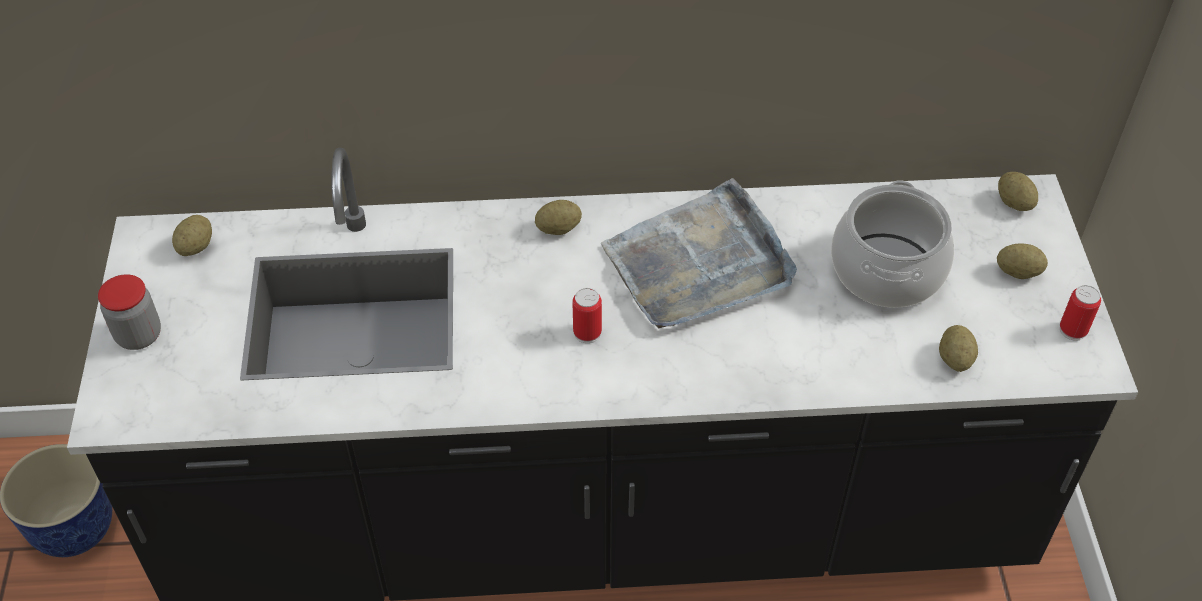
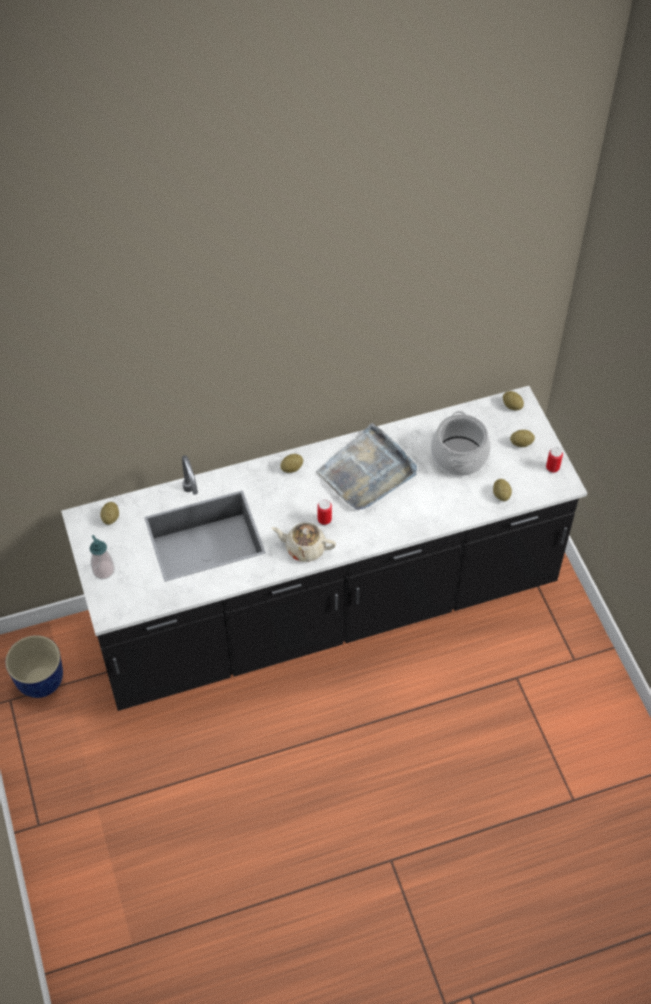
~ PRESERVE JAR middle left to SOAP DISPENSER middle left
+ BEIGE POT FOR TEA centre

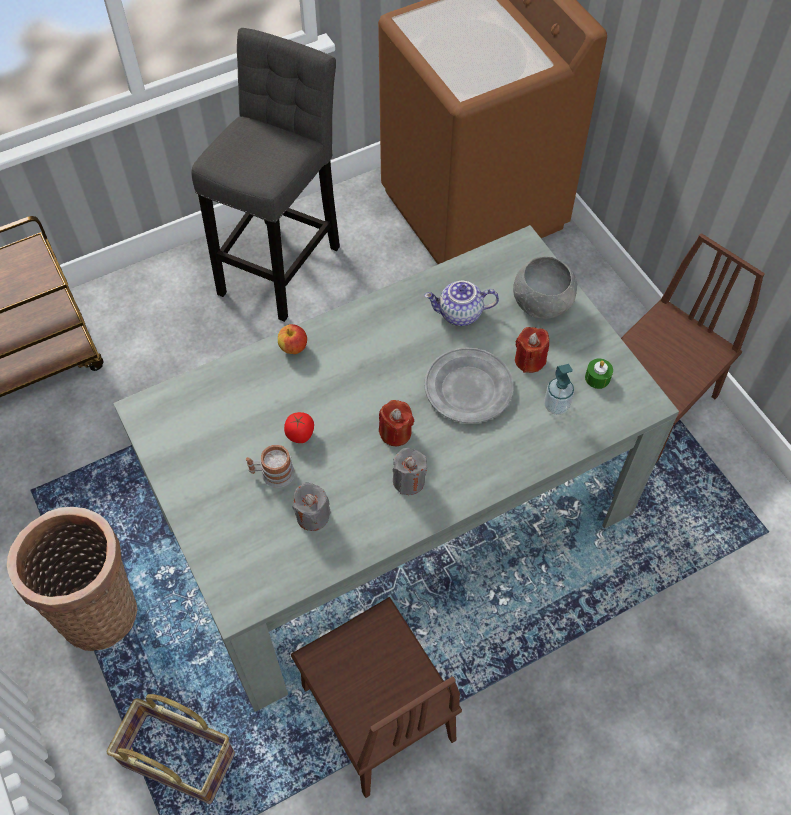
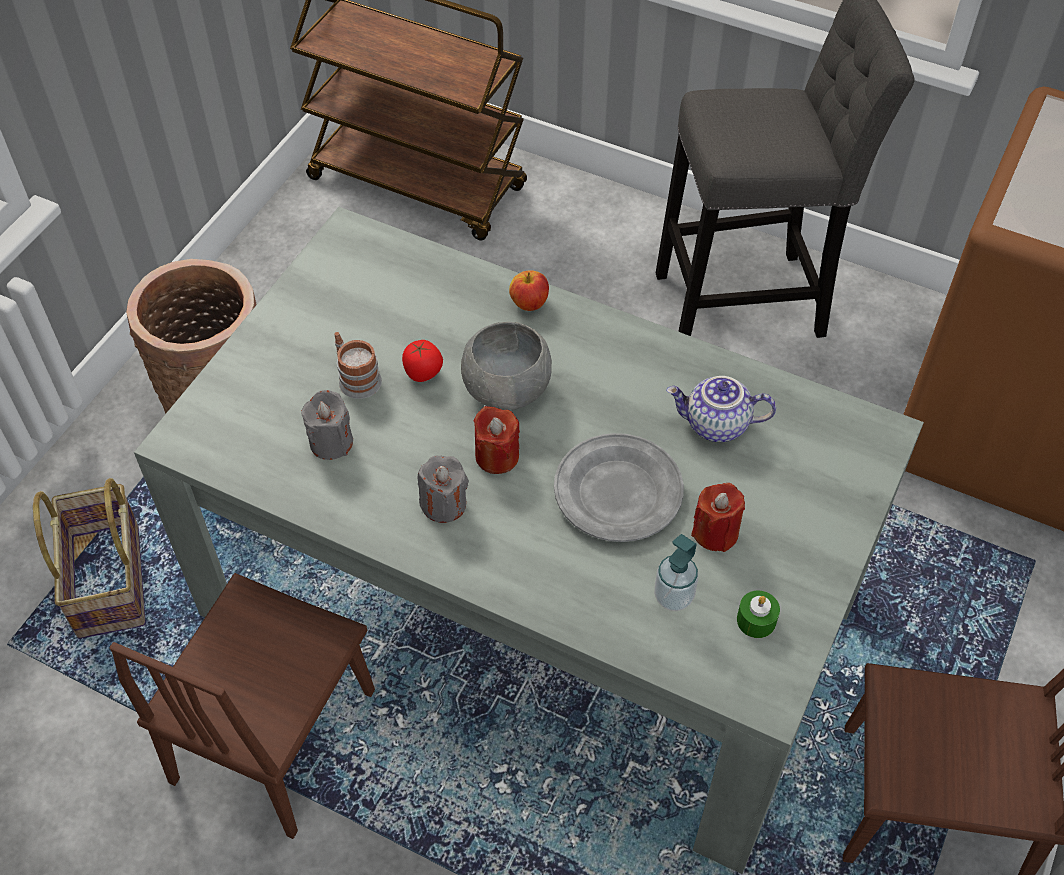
~ GREYISH DEEP DISH middle right to centre
~ POT FOR TEA centre = middle right 45 degrees counterclockwise

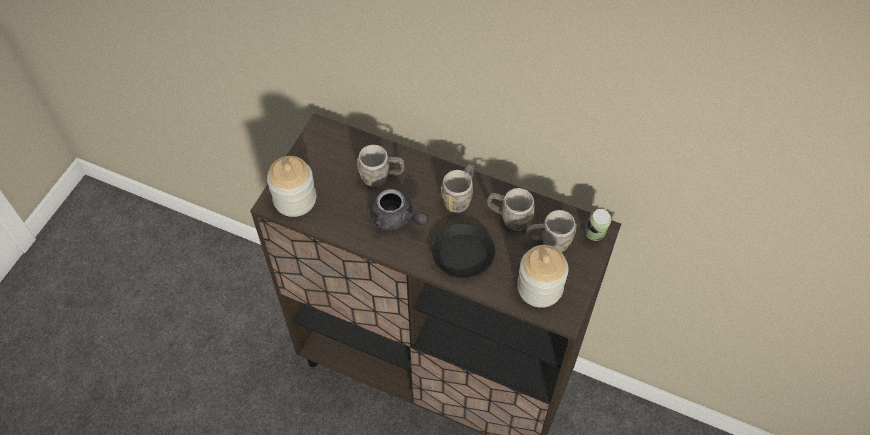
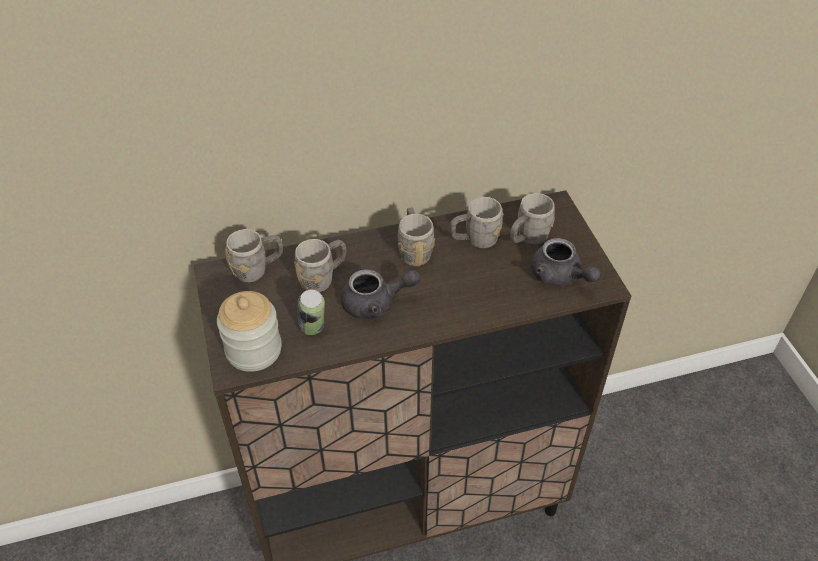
+ GREYISH COFFEE MUG (no. 1 from left) middle left
~ METAL CAN middle right to centre
~ PRESERVE JAR (no. 2 from left) centre to GREYISH POT FOR TEA (no. 2 from left) middle right
- BLACK-COLOURED DINNER PLATE centre

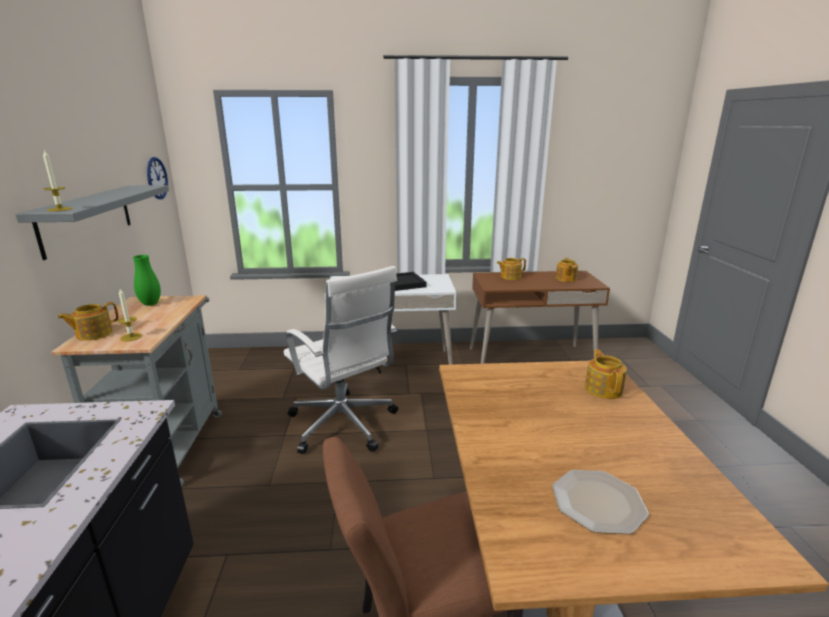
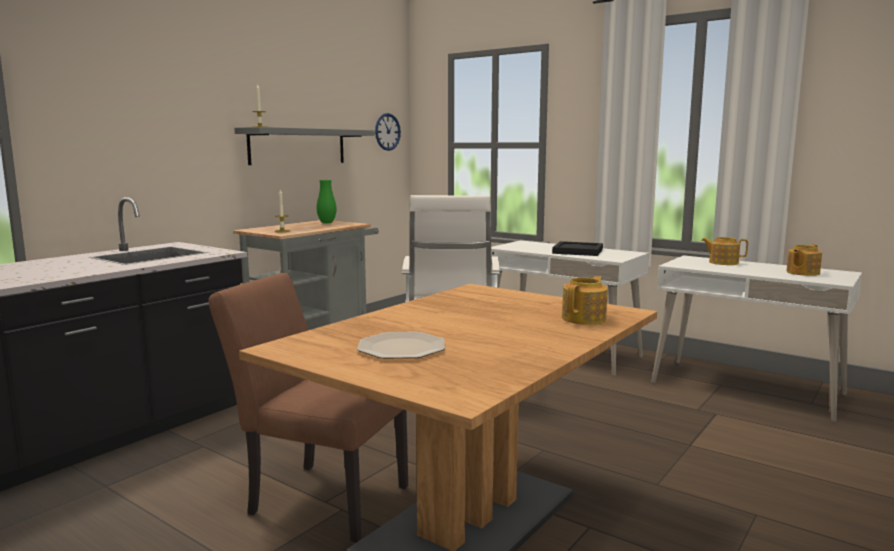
~ BROWN-COLOURED DESK TABLE centre to WHITE-COLOURED DESK TABLE (no. 2 from left) middle right
- POT FOR TEA (no. 1 from left) middle left

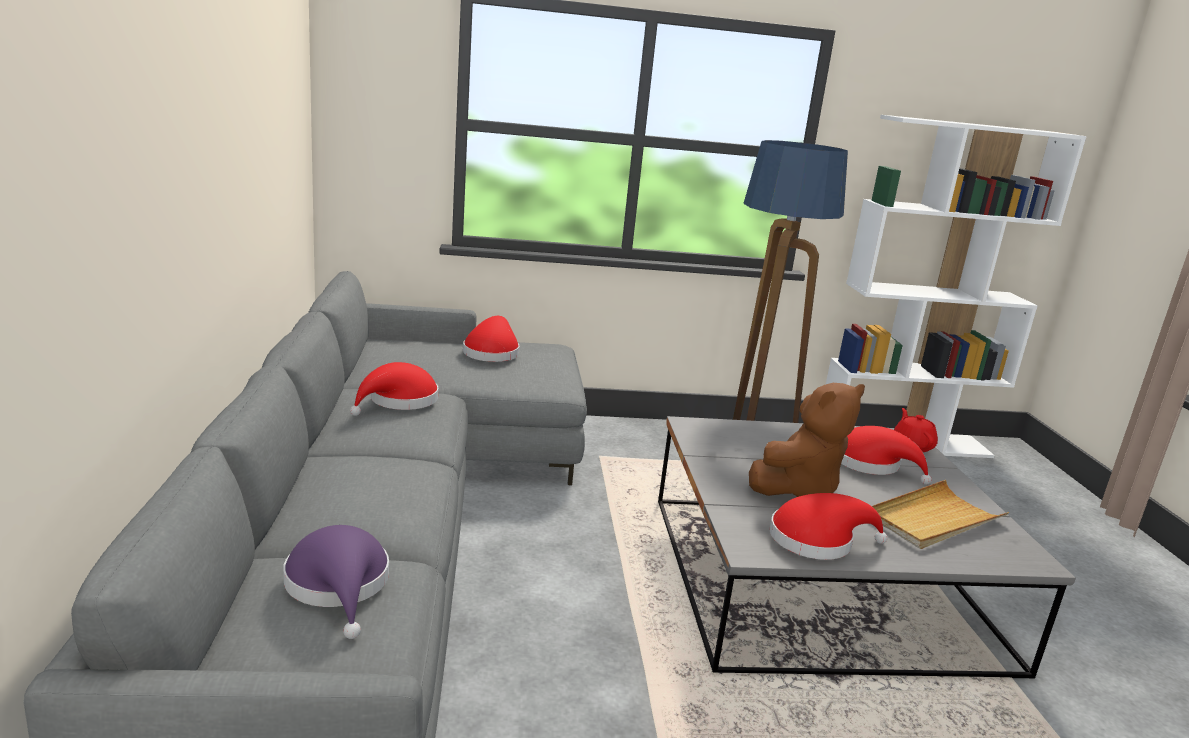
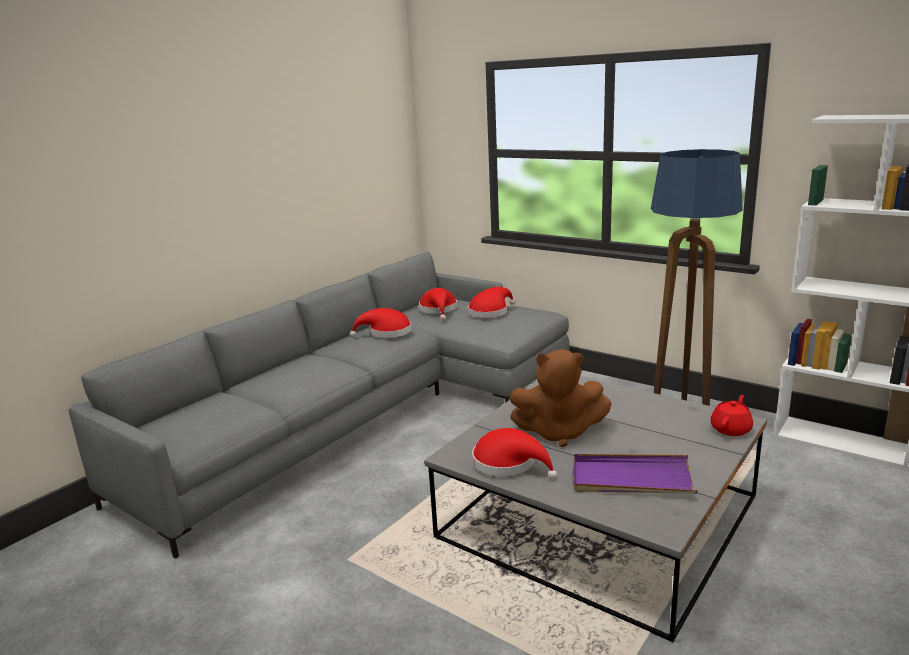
~ RED WEARABLE HAT (no. 4 from left in the first image) middle right to RED WEARABLE HAT (no. 2 from left) centre
~ BEIGE TRAY bottom right to PURPLISH TRAY bottom right
- PURPLISH WEARABLE HAT bottom left

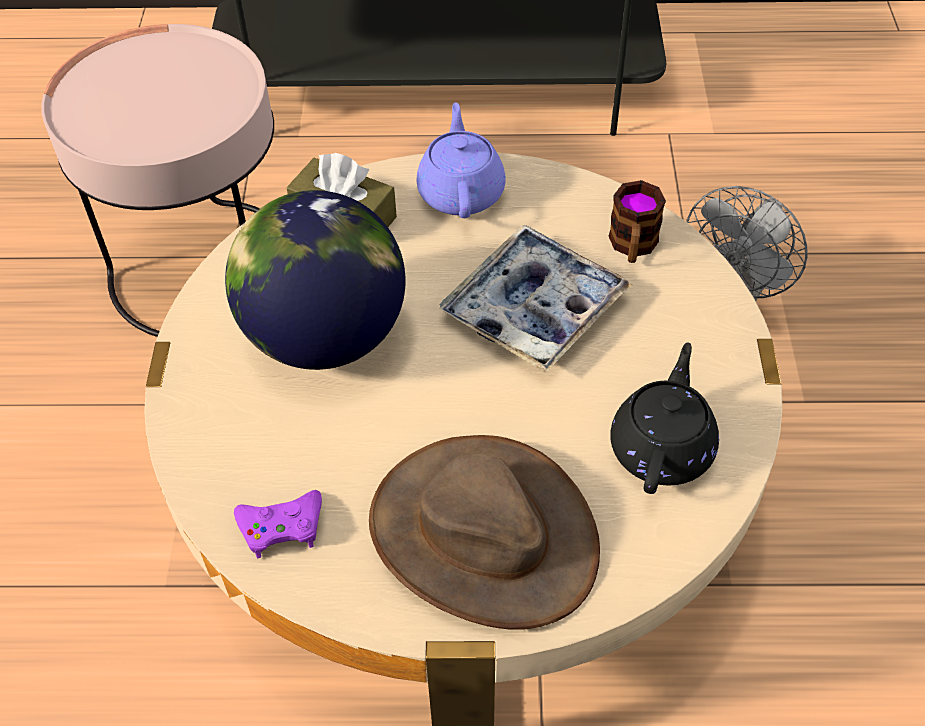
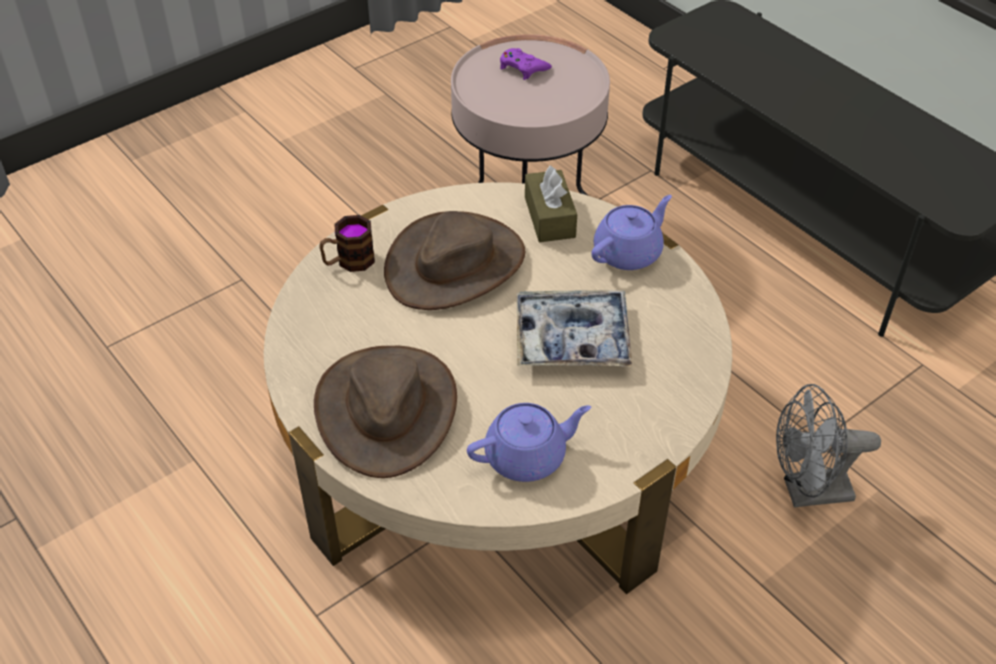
~ COFFEE MUG top right to centre
~ WORLD GLOBE centre to BROWN-COLOURED WEARABLE HAT (no. 2 from left) centre
~ BLACK-COLOURED POT FOR TEA middle right to PURPLISH POT FOR TEA (no. 1 from left) centre
~ PURPLISH JOYPAD bottom left to top centre

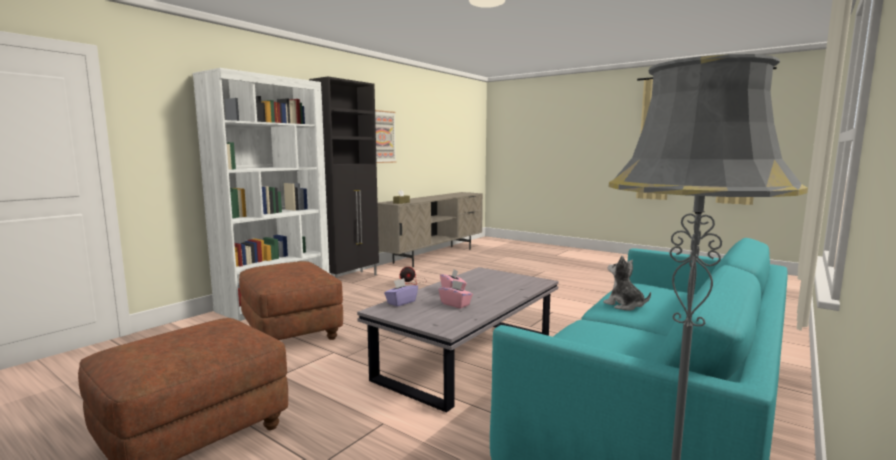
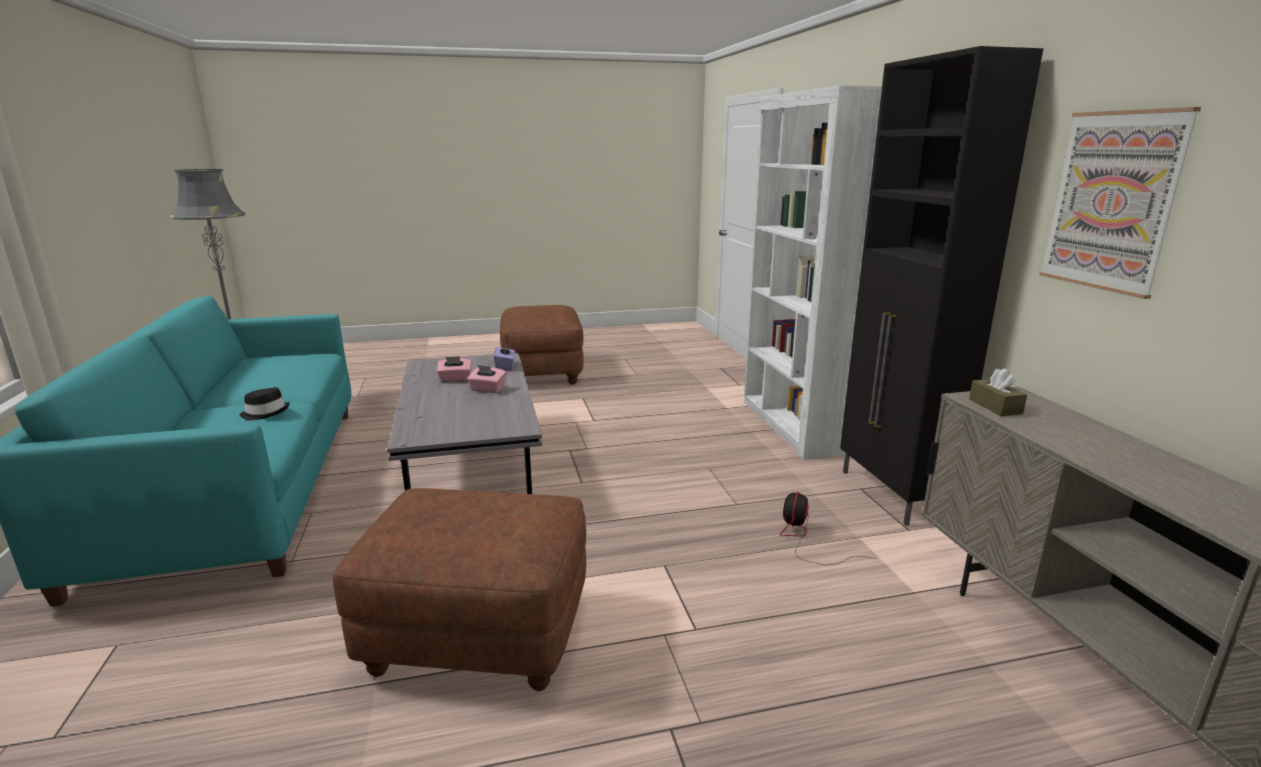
~ SOFT TOY middle right to BLACK-COLOURED WEARABLE HAT middle left
~ BROWN-COLOURED OTTOMAN (no. 2 from left in the first image) middle left to BROWN-COLOURED OTTOMAN (no. 1 from left) bottom centre

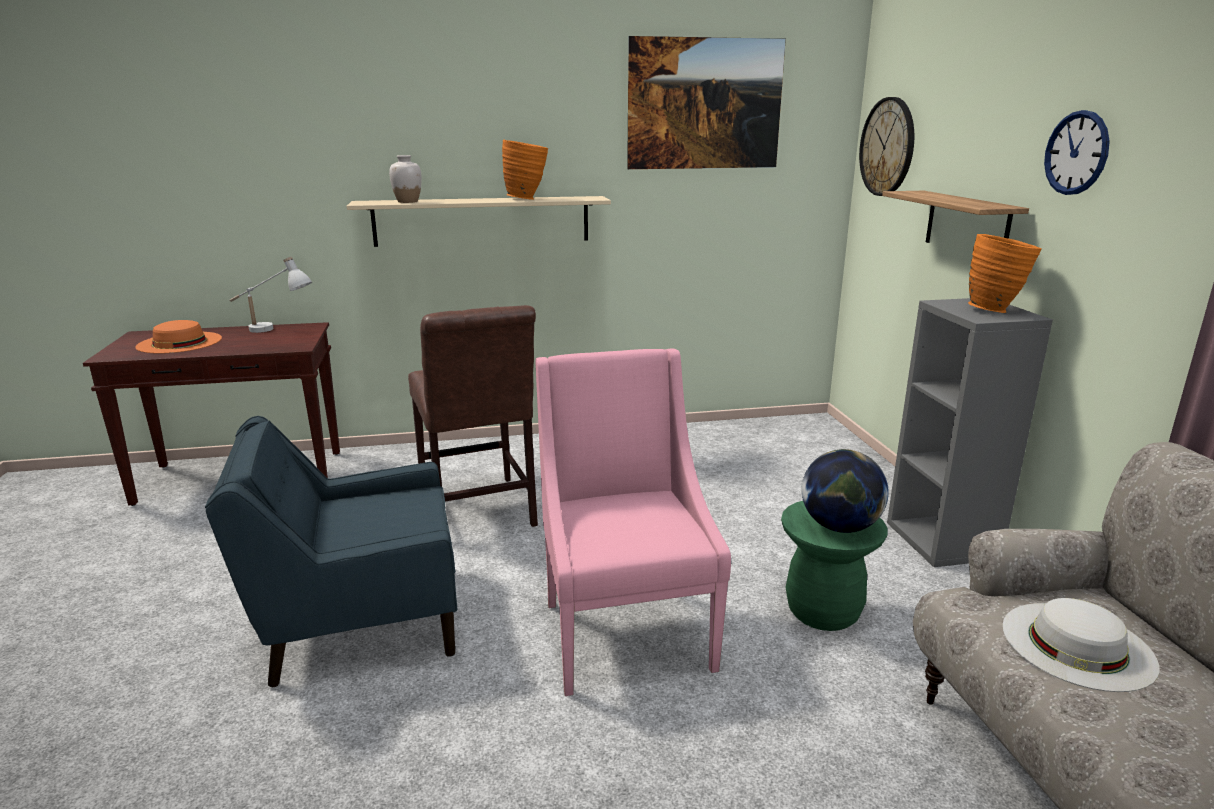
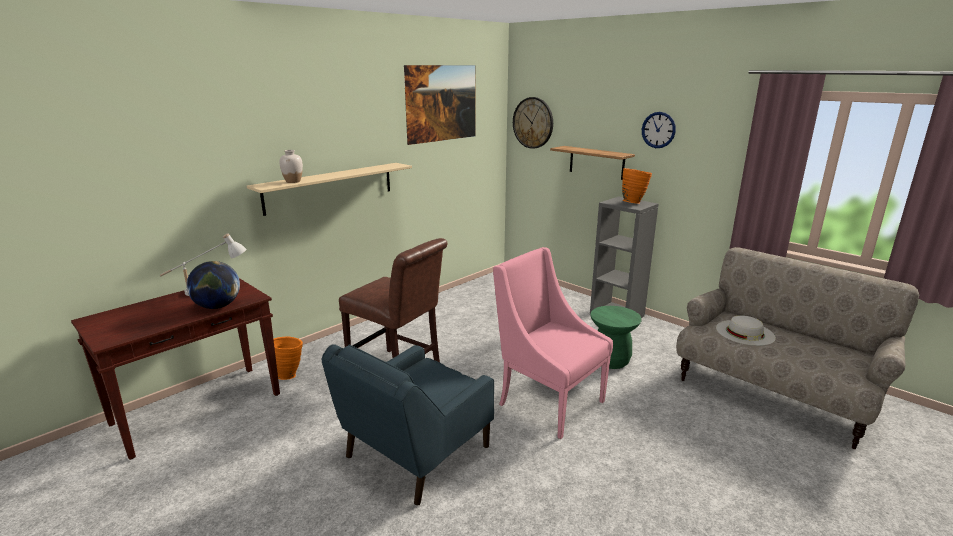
~ WORLD GLOBE middle right to middle left
~ ORANGE-COLOURED VASE (no. 1 from left) top centre to bottom left
- ORANGE-COLOURED WEARABLE HAT middle left

